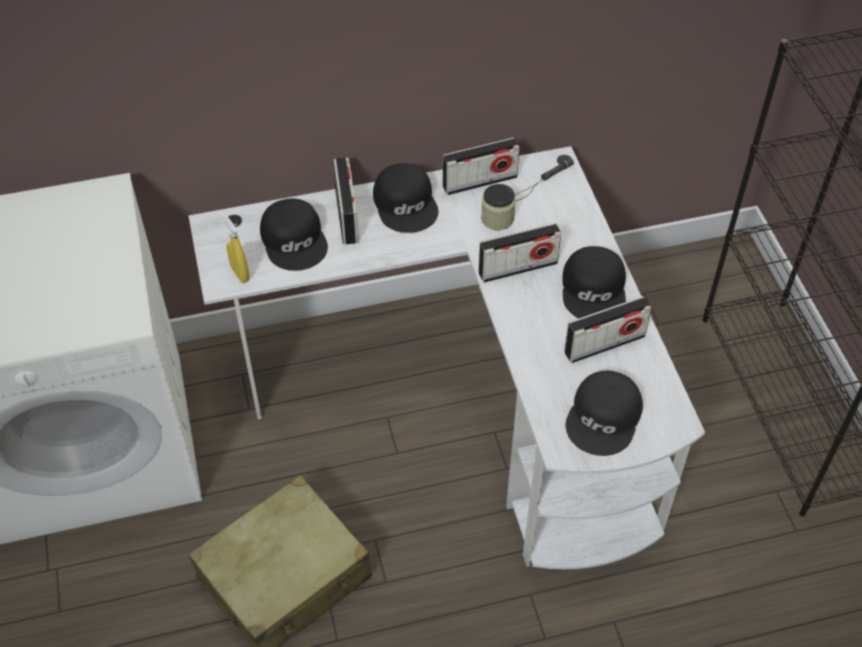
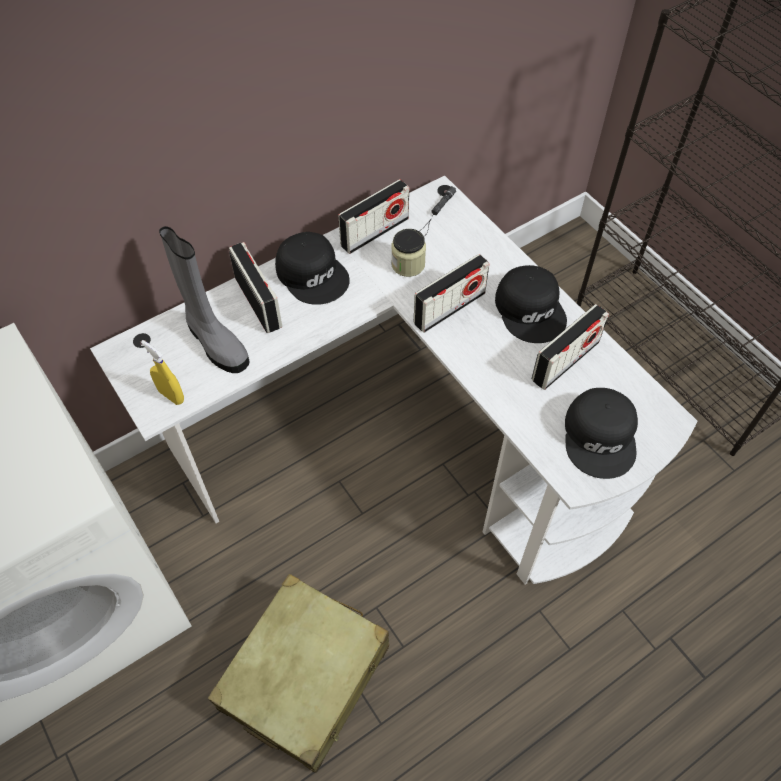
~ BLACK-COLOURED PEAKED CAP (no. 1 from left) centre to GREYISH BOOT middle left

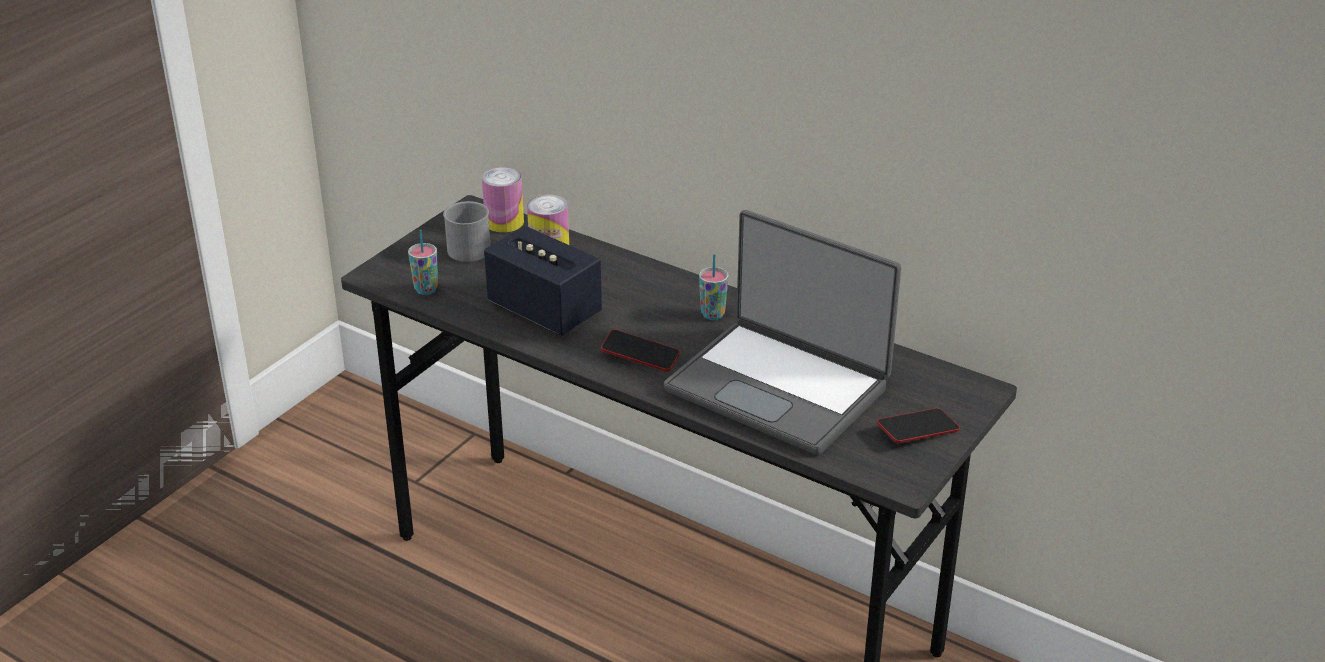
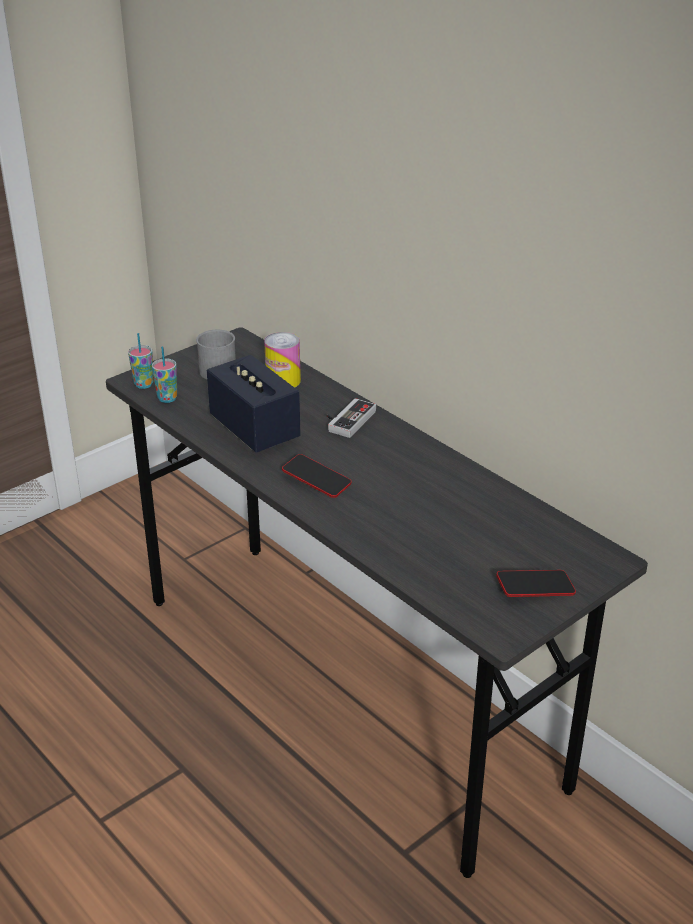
~ CUP (no. 2 from left in the first image) centre to CUP (no. 1 from left) middle left
+ JOYPAD centre
- METAL CAN (no. 1 from left) top centre
- PORTABLE COMPUTER centre

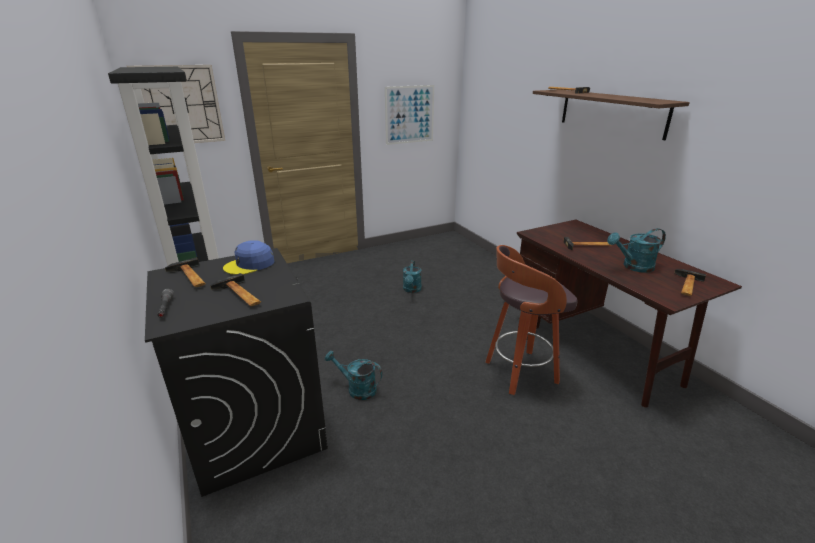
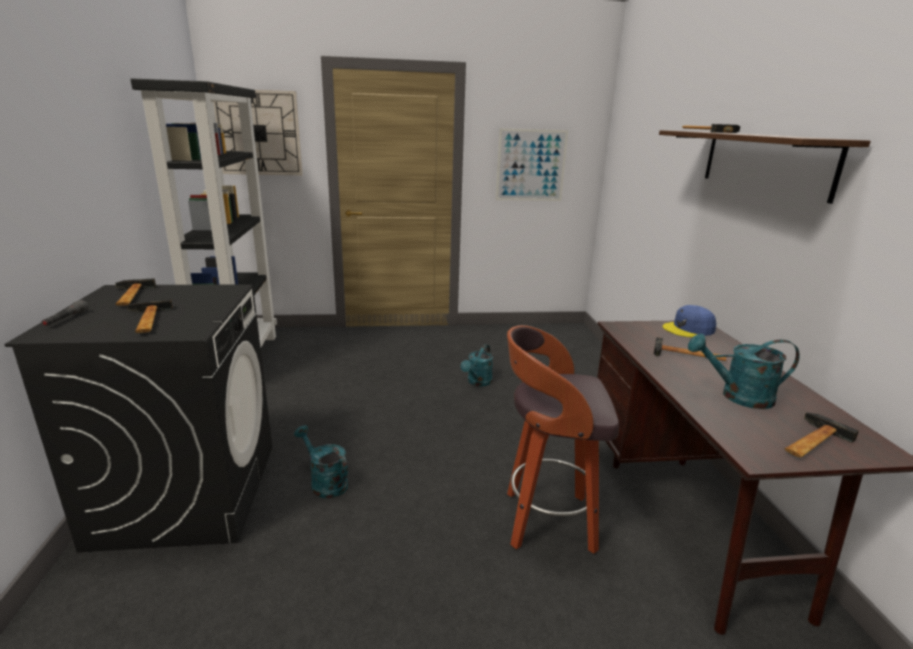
~ BLUE PEAKED CAP middle left to middle right

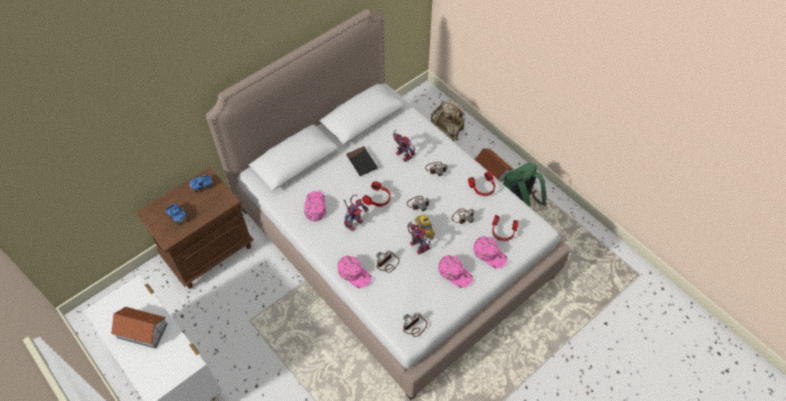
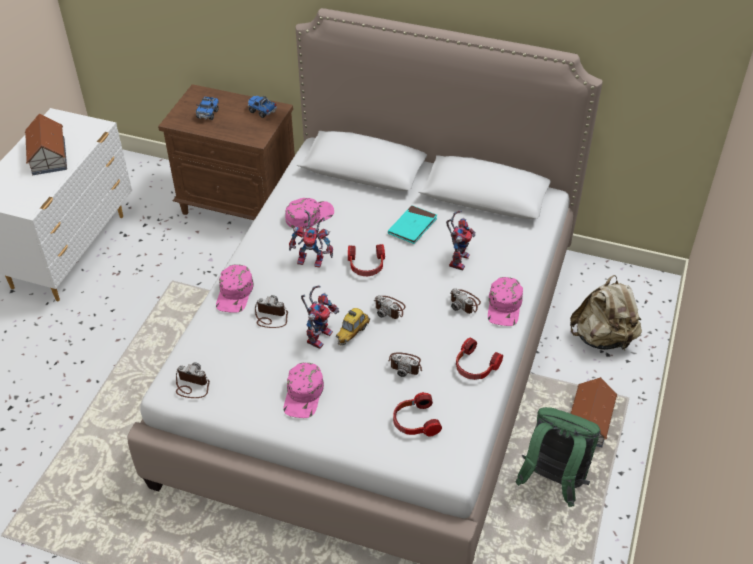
~ BLACK-COLOURED BOUND BOOK centre to TURQUOISE BOUND BOOK centre
~ PINK-COLOURED PEAKED CAP (no. 4 from left) centre to middle right

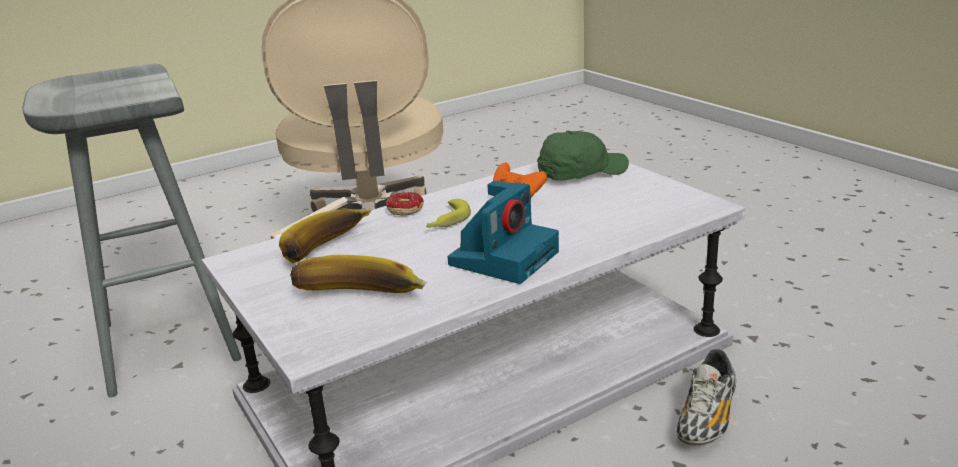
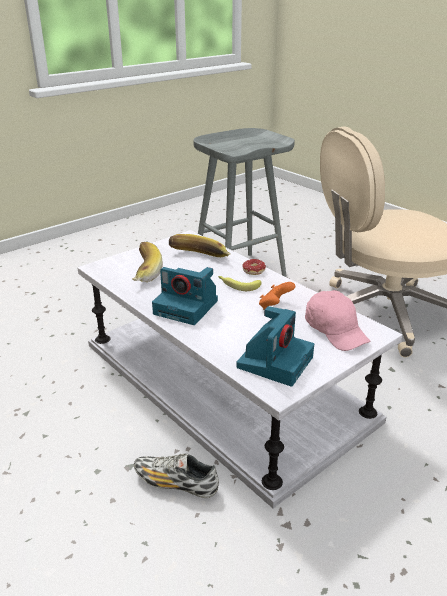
+ PHOTO CAMERA (no. 2 from left) centre
~ GREEN PEAKED CAP top centre to PINK-COLOURED PEAKED CAP middle right

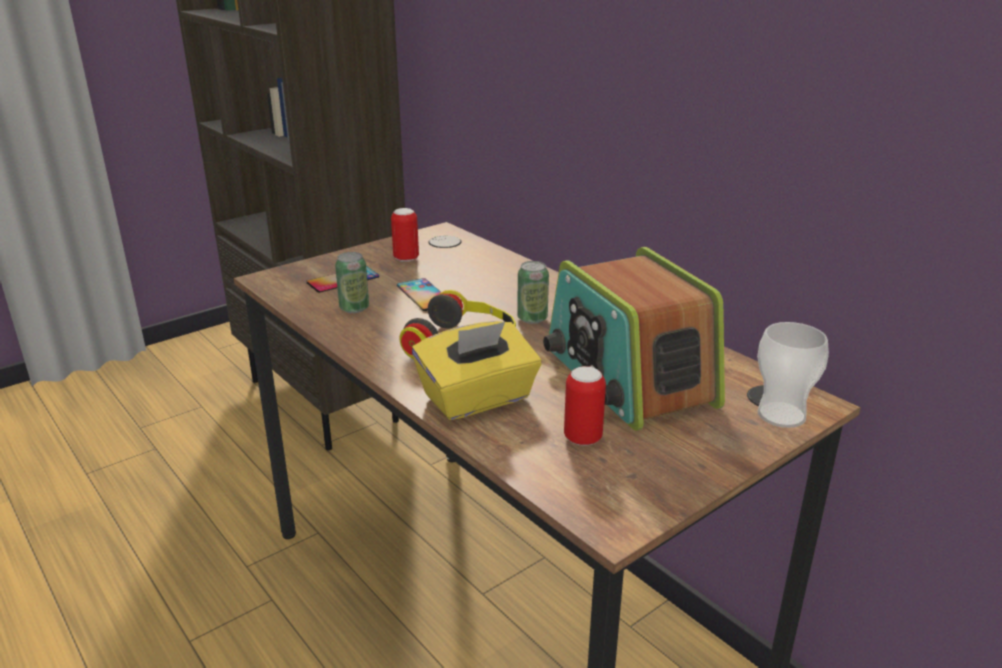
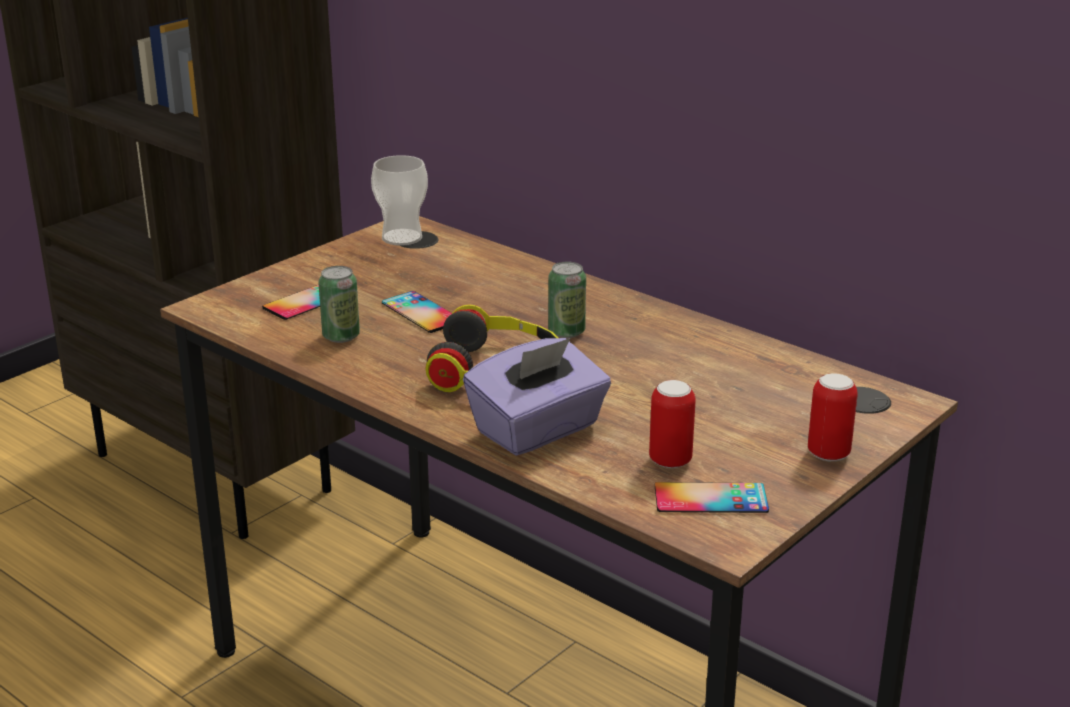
~ CUP middle right to top centre
~ YELLOW BOX OF TISSUES centre to PURPLISH BOX OF TISSUES centre
+ HANDSET (no. 3 from left) bottom centre
~ METAL CAN (no. 2 from left in the first image) centre to METAL CAN (no. 4 from left) middle right
- RADIO SET centre

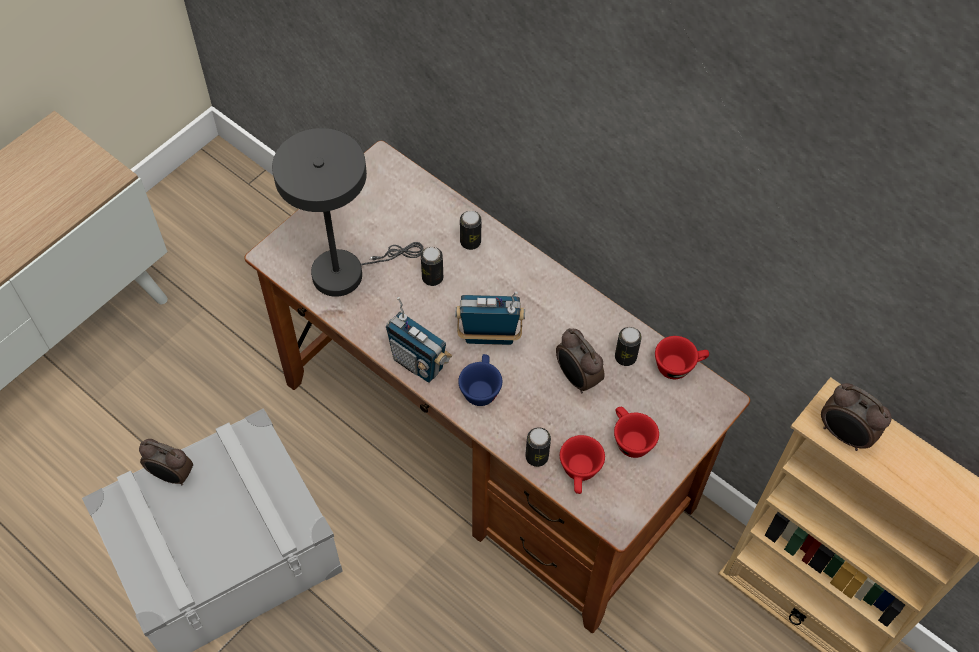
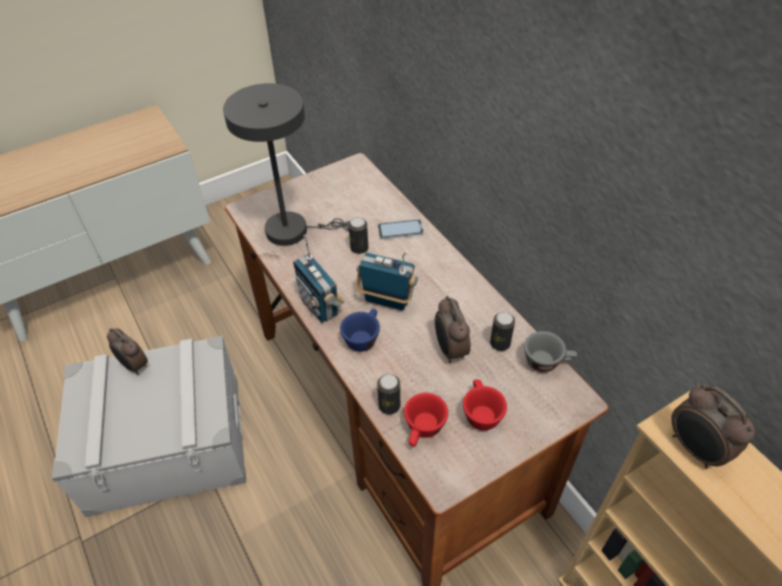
~ METAL CAN (no. 2 from left) centre to HANDSET centre
~ RED CUP (no. 3 from left) middle right to GREYISH CUP middle right

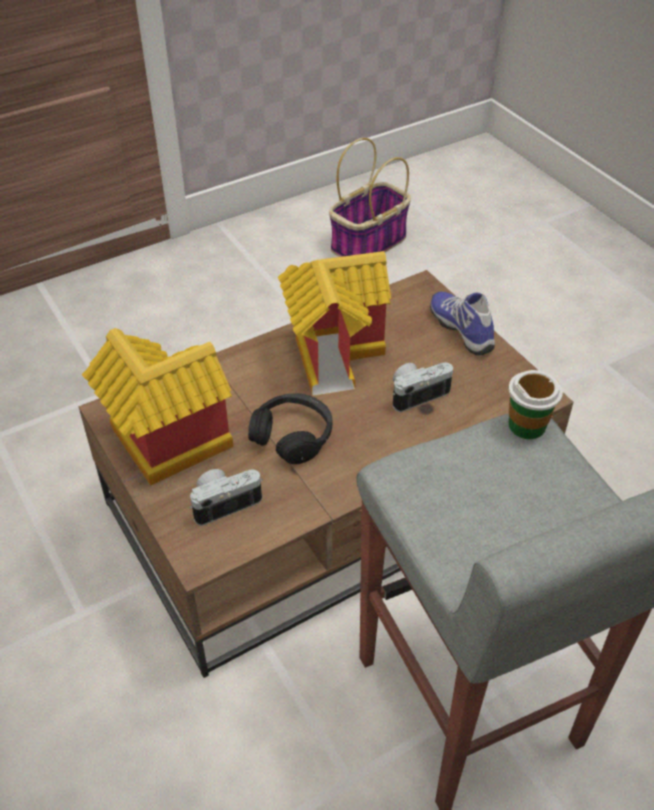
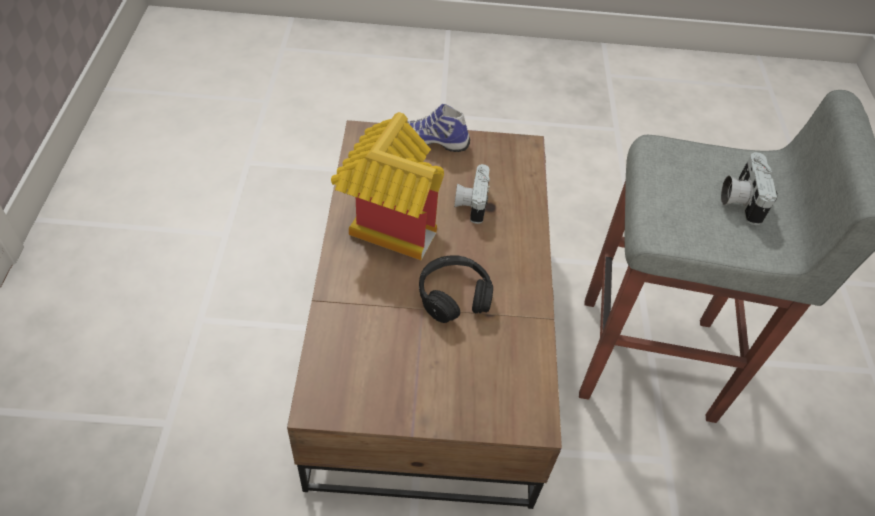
~ PHOTO CAMERA (no. 1 from left in the first image) centre to PHOTO CAMERA (no. 2 from left) middle right
- TOY HOUSE (no. 1 from left) middle left
- BASKET top centre
- CUP middle right

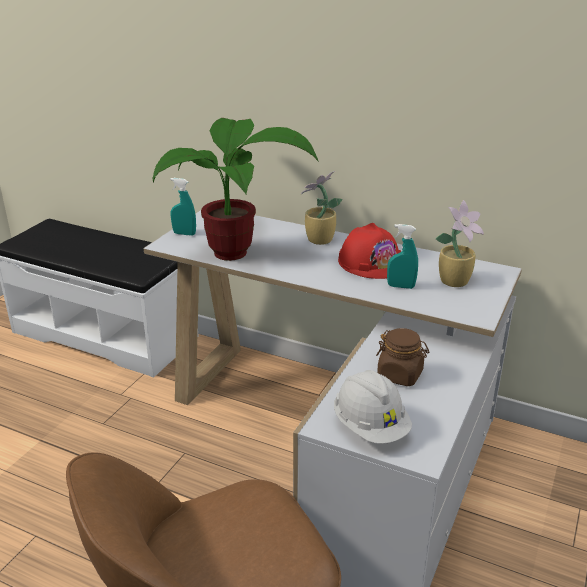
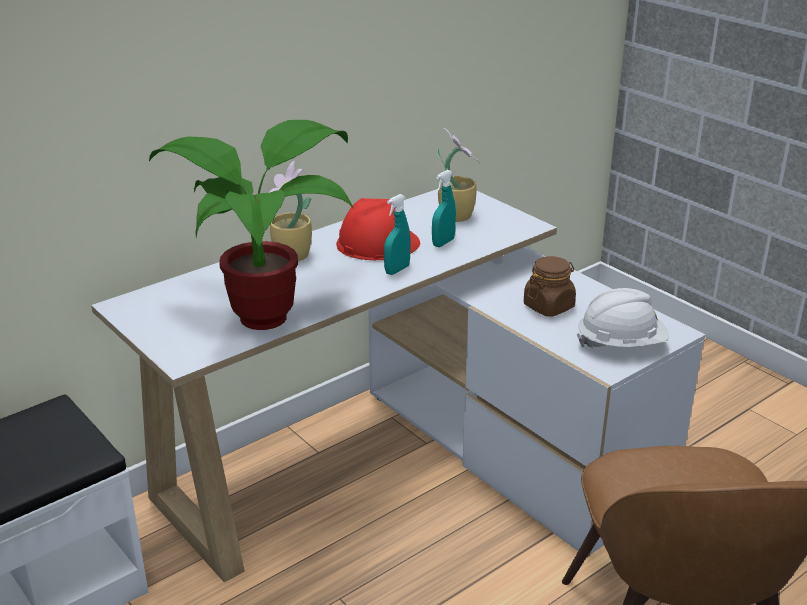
~ TURQUOISE SPRAY BOTTLE (no. 1 from left) middle left to centre

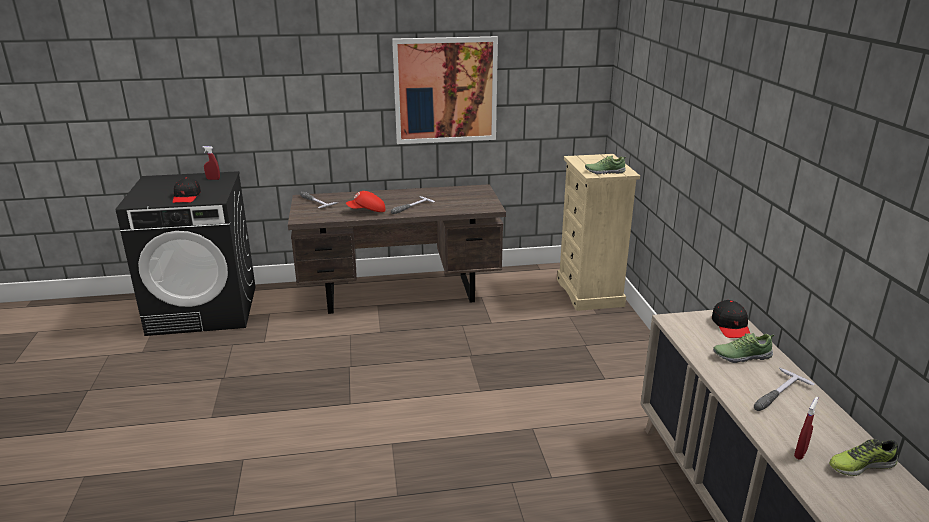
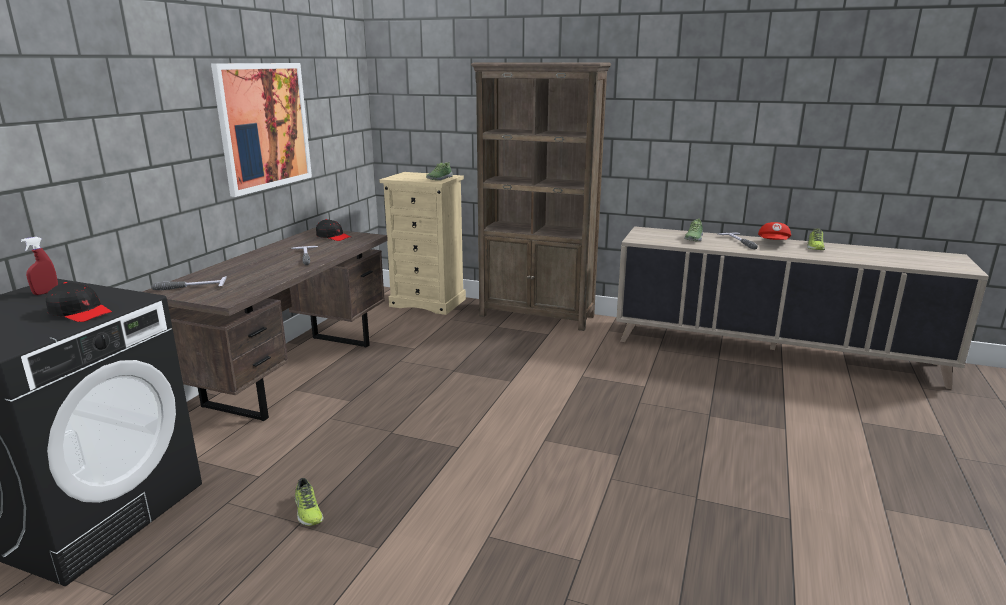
+ ITEM OF FOOTWEAR (no. 1 from left) bottom left
~ BLACK-COLOURED PEAKED CAP (no. 2 from left) middle right to middle left
+ BROWN-COLOURED BOOKSHELF top centre
~ RED PEAKED CAP centre to middle right
- RED SPRAY BOTTLE (no. 2 from left) bottom right

